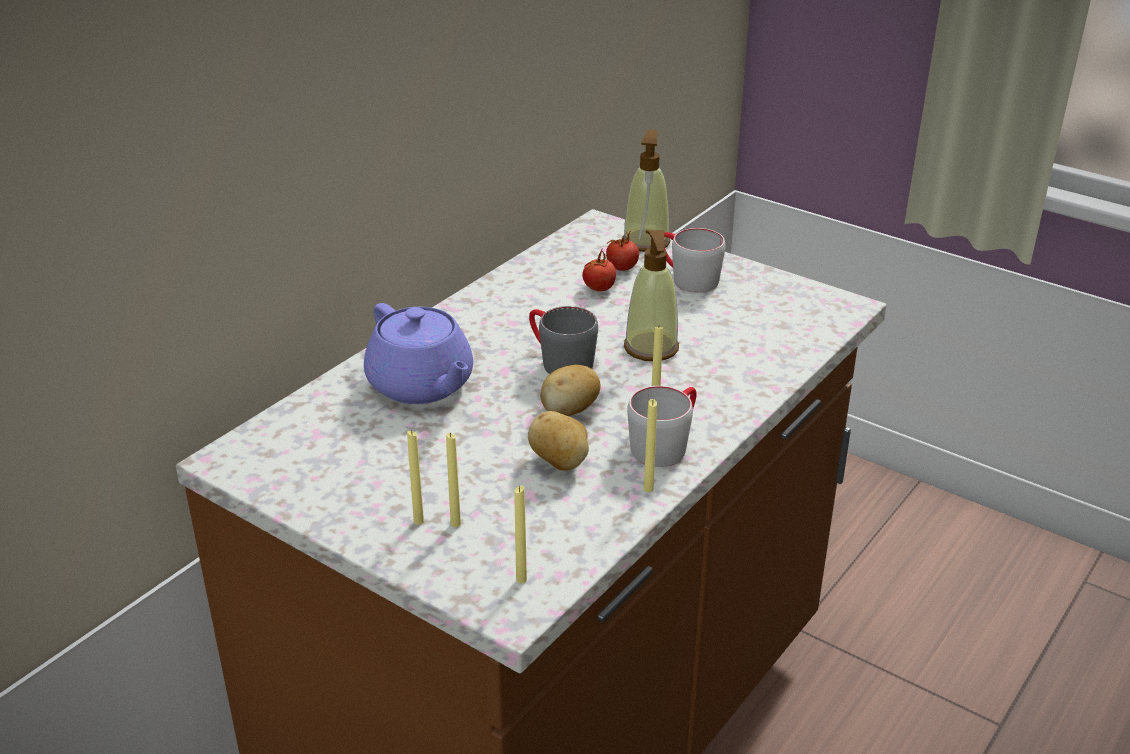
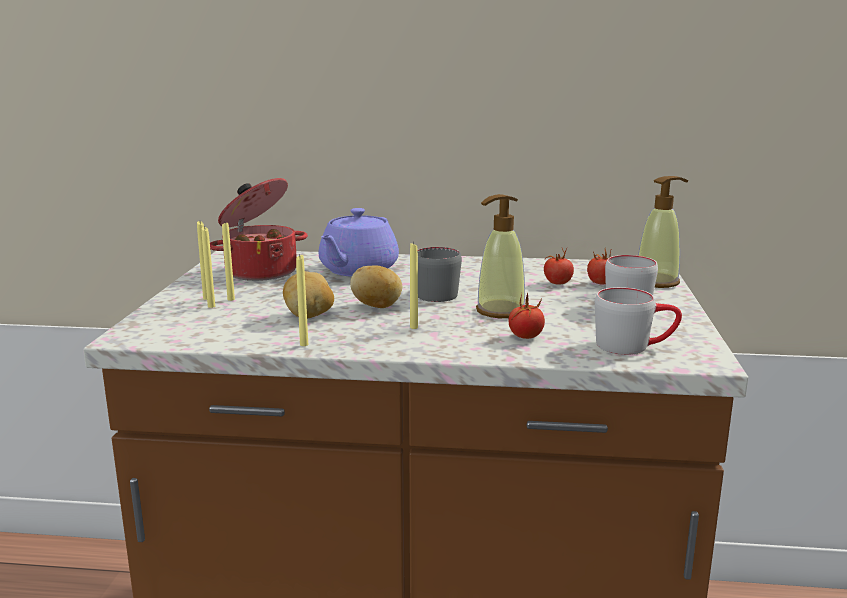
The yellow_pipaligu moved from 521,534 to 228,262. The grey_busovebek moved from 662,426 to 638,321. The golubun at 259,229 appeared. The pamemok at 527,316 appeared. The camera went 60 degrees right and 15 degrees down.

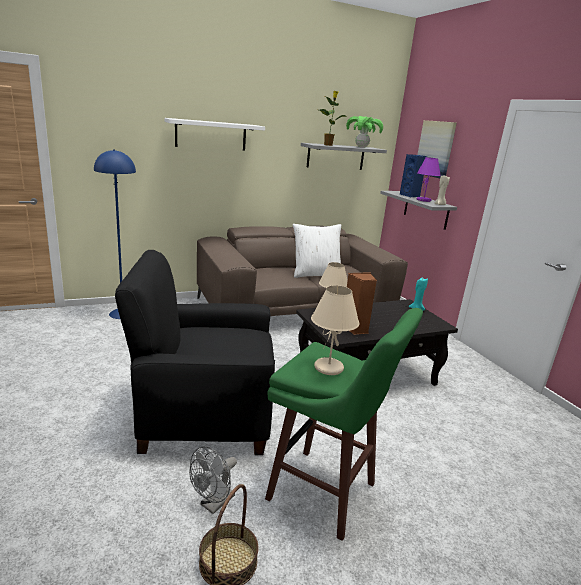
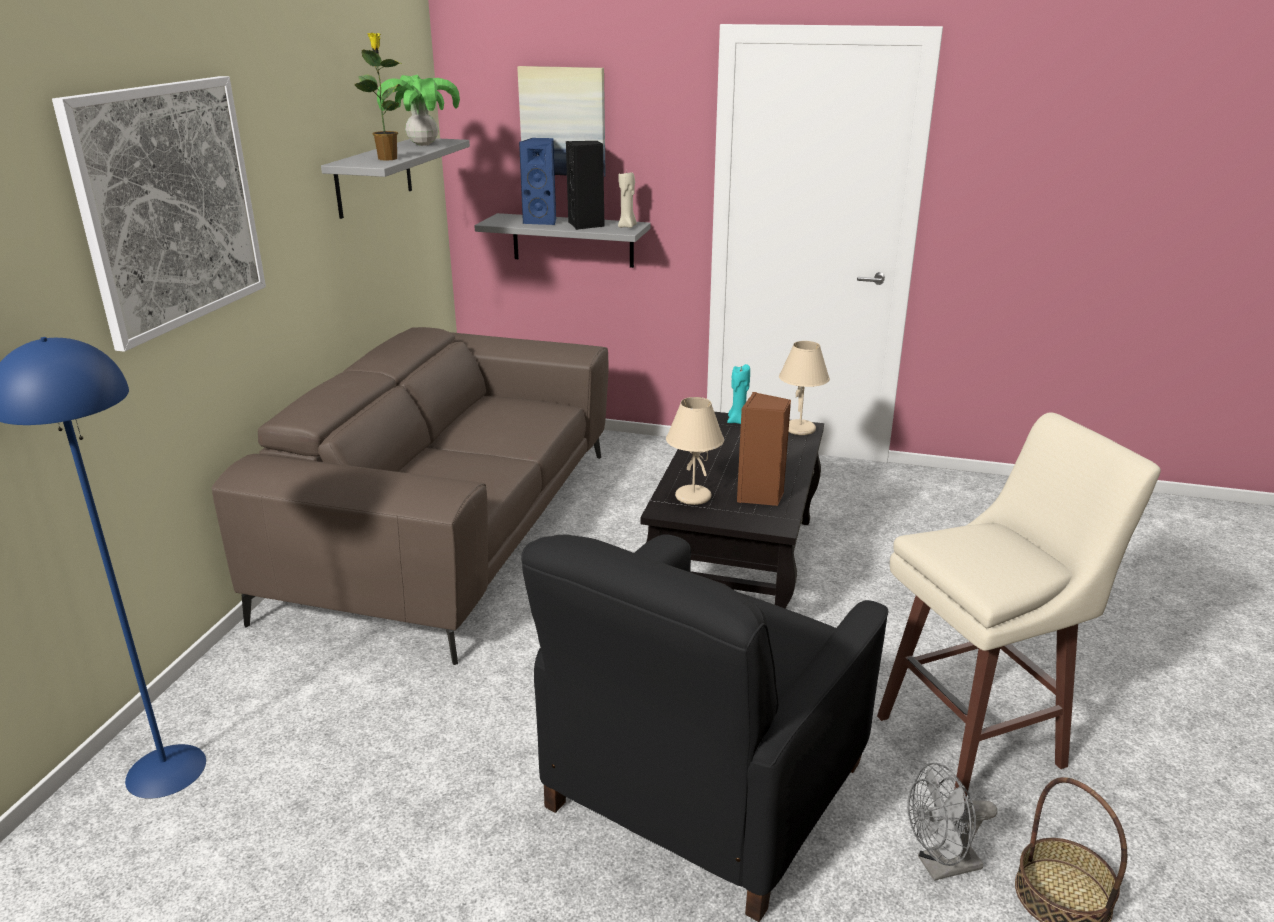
The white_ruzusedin at 215,134 was replaced by the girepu at 159,214. The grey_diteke at 213,480 turned 90 degrees clockwise. The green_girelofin at 344,424 became the beige_girelofin at 1019,606. The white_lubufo at 317,251 disappeared. The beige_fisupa moved from 335,330 to 804,388. The purple_fisupa at 429,179 was replaced by the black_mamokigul at 585,185. The camera went 50 degrees left and 5 degrees up.

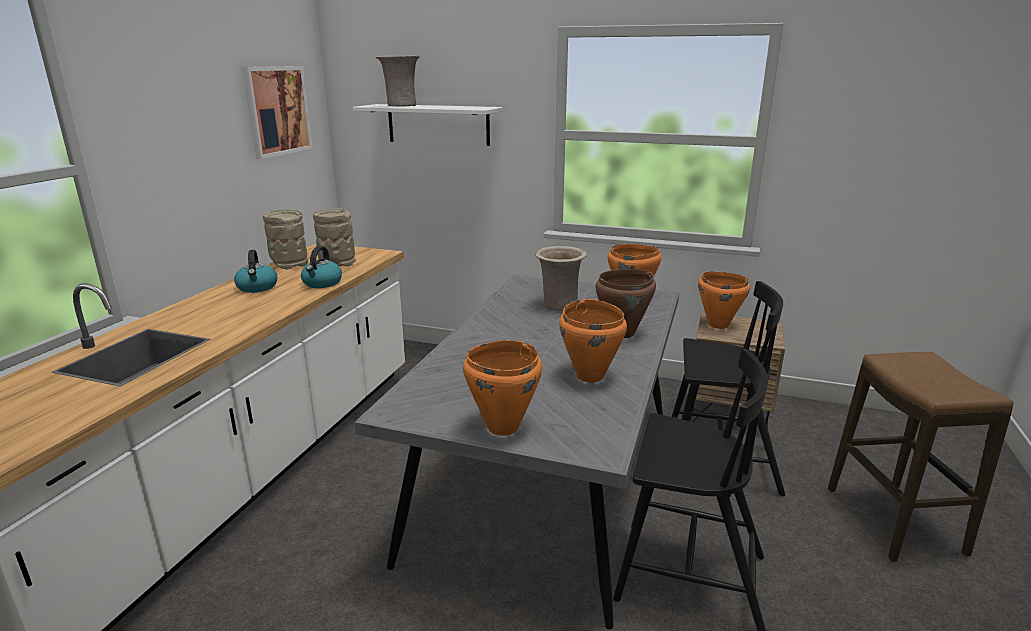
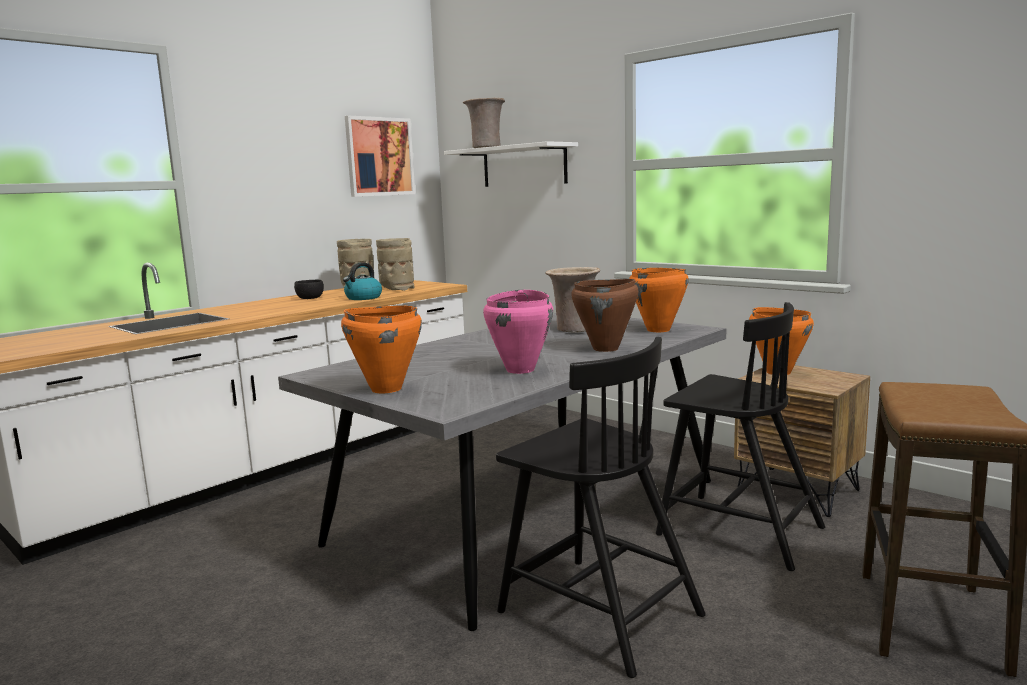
The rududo at 256,271 was replaced by the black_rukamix at 309,289. The orange_golubun at 593,341 became the pink_golubun at 518,332. The camera went 25 degrees right and 10 degrees down.

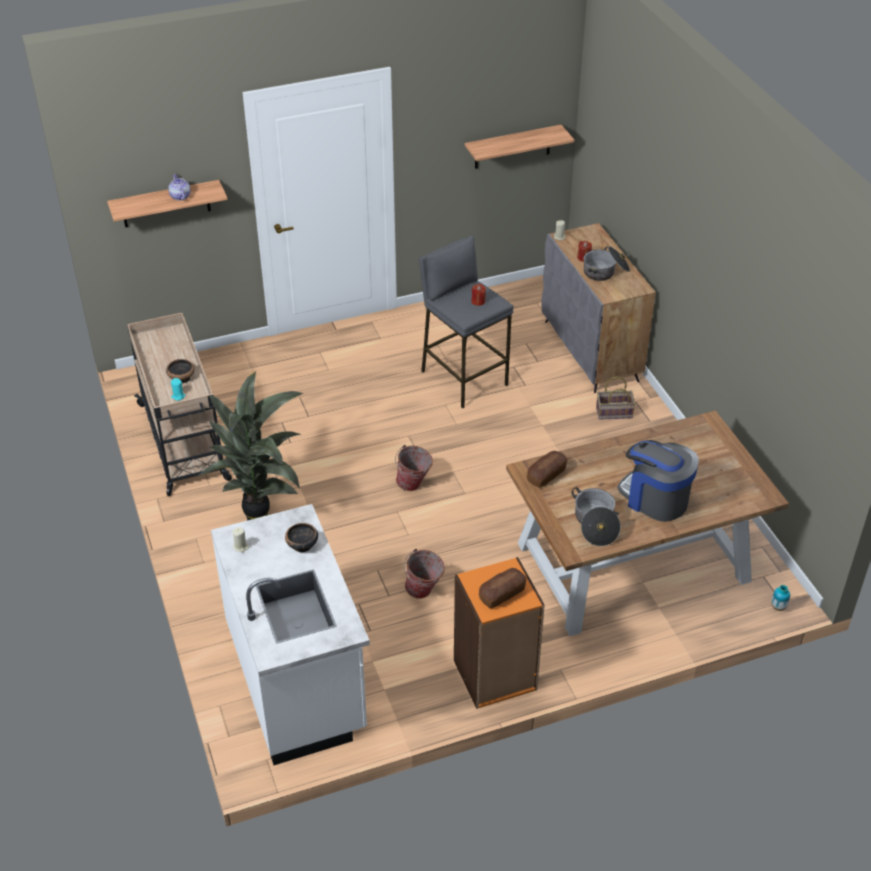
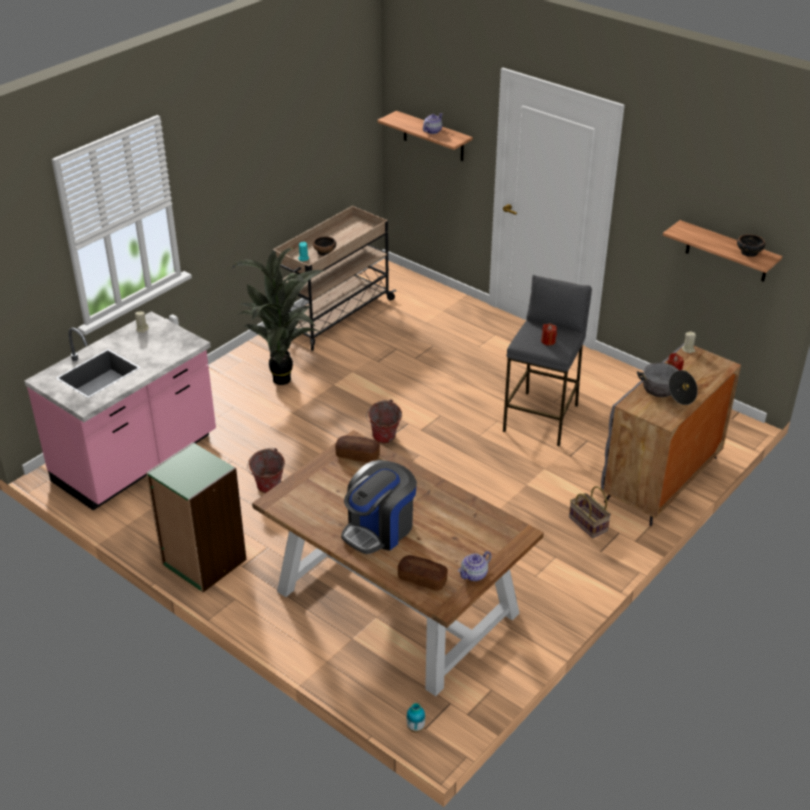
The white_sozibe at 290,634 became the pink_sozibe at 120,411. The rukamix moved from 301,537 to 751,245. The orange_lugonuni at 499,633 became the green_lugonuni at 196,517. The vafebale moved from 502,588 to 423,573. The golubun at 596,516 disappeared. The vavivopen at 658,481 turned 150 degrees counterclockwise. The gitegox at 474,566 appeared. The camera went 60 degrees right and 5 degrees down.

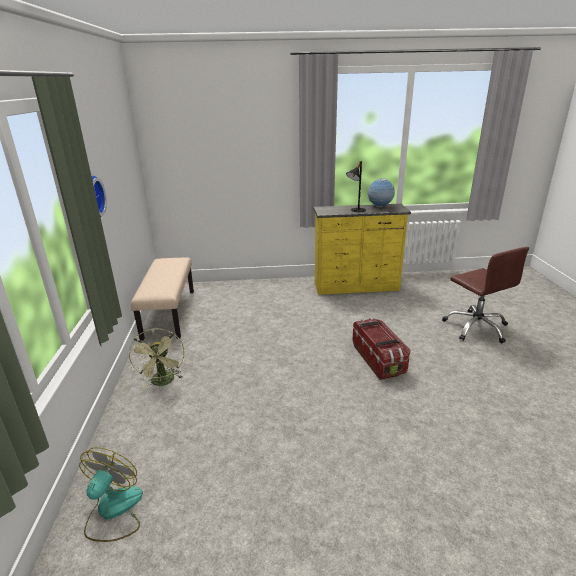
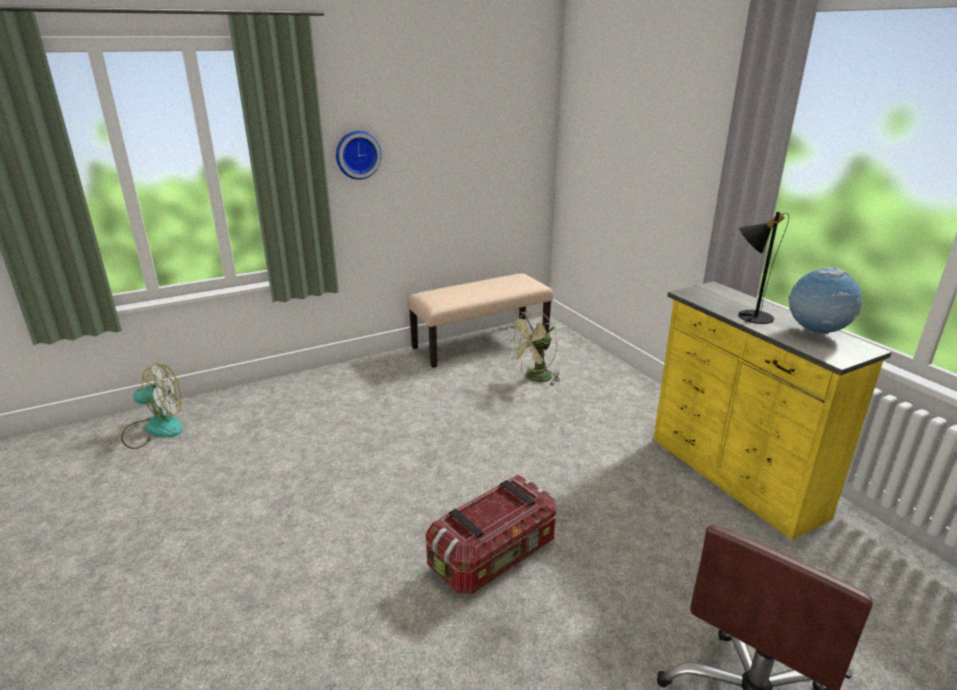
The green_diteke moved from 156,358 to 533,347. The camera went 65 degrees right and 0 degrees up.

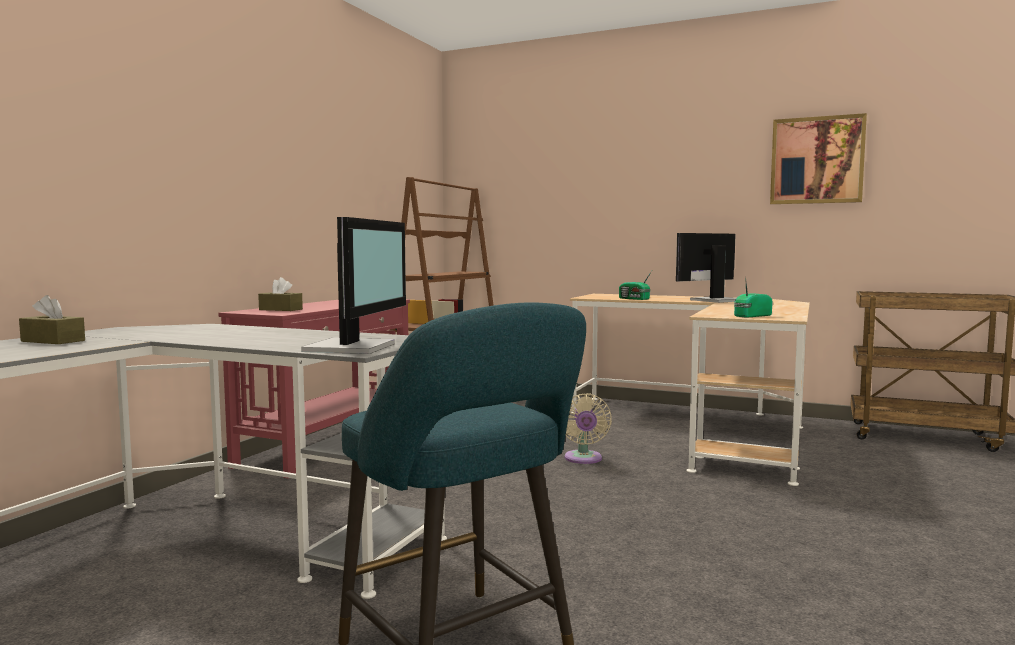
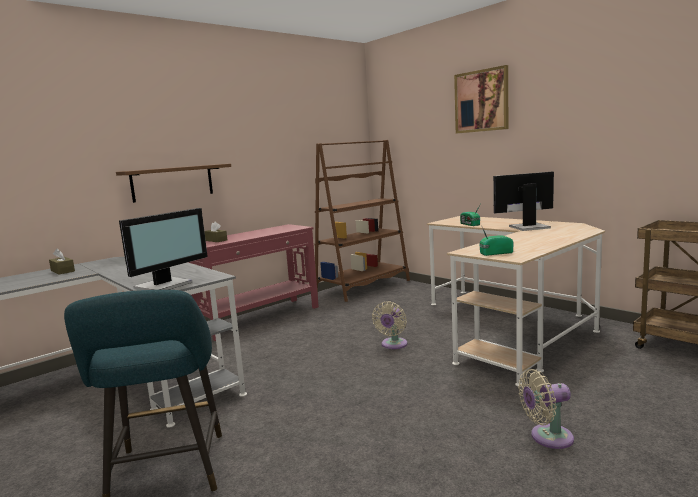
The girepu moved from 818,158 to 481,99. The brown_ruzusedin at 173,183 appeared. The beige_diteke at 546,409 appeared. The camera went 25 degrees right and 5 degrees up.

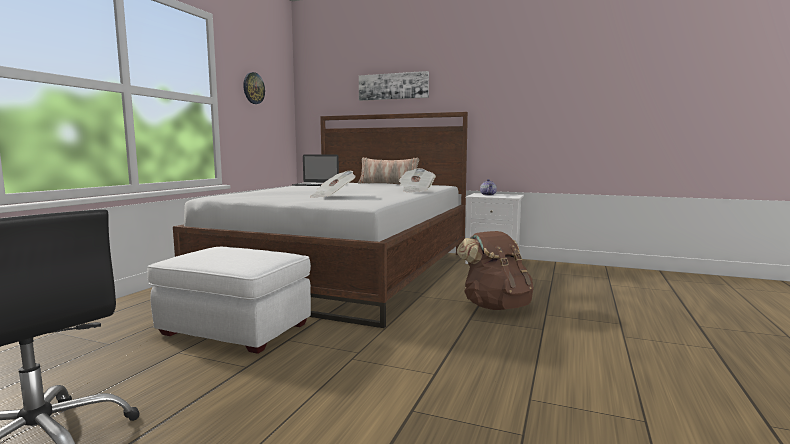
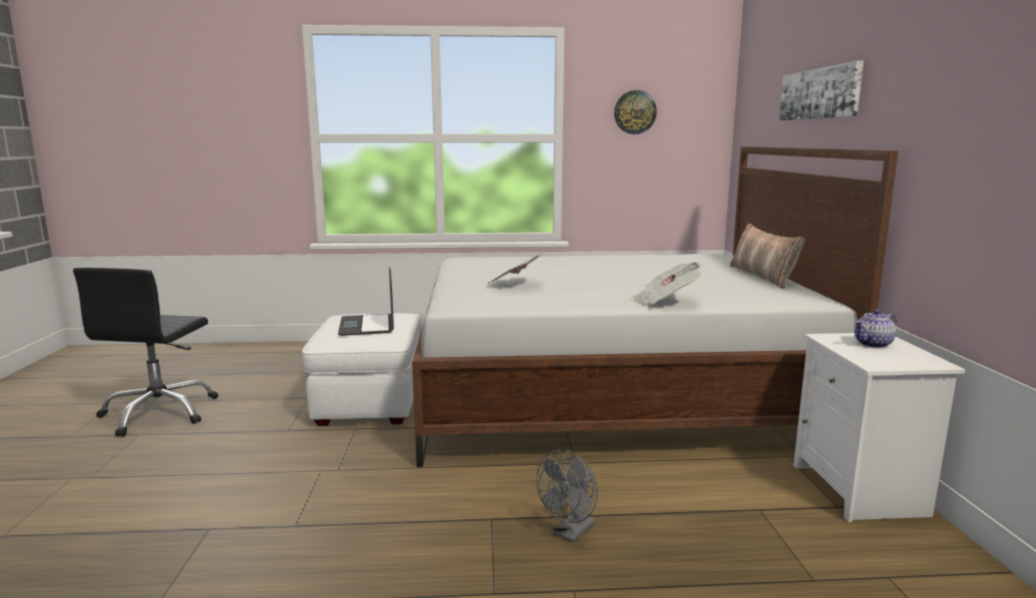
The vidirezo moved from 315,170 to 366,302. The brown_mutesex at 495,270 was replaced by the grey_diteke at 567,495. The camera went 65 degrees right and 5 degrees up.

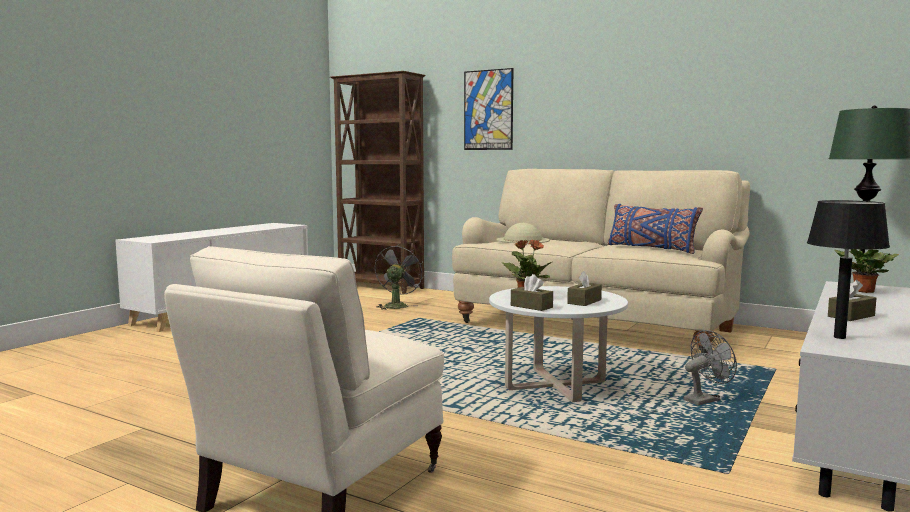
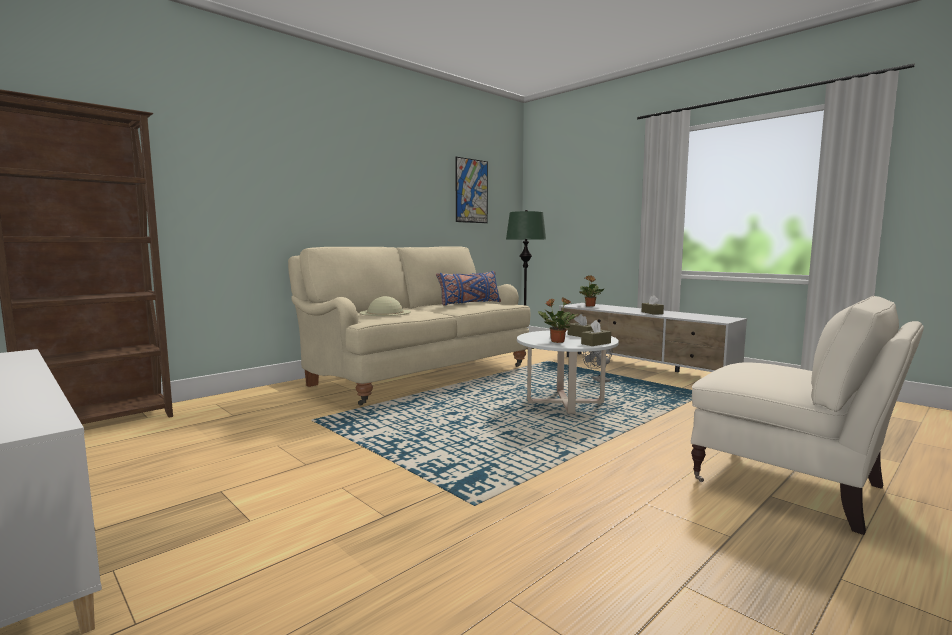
The grey_diteke at 399,277 disappeared. The girepu moved from 488,109 to 471,190. The black_fisupa at 848,269 disappeared. The camera went 75 degrees left and 0 degrees up.

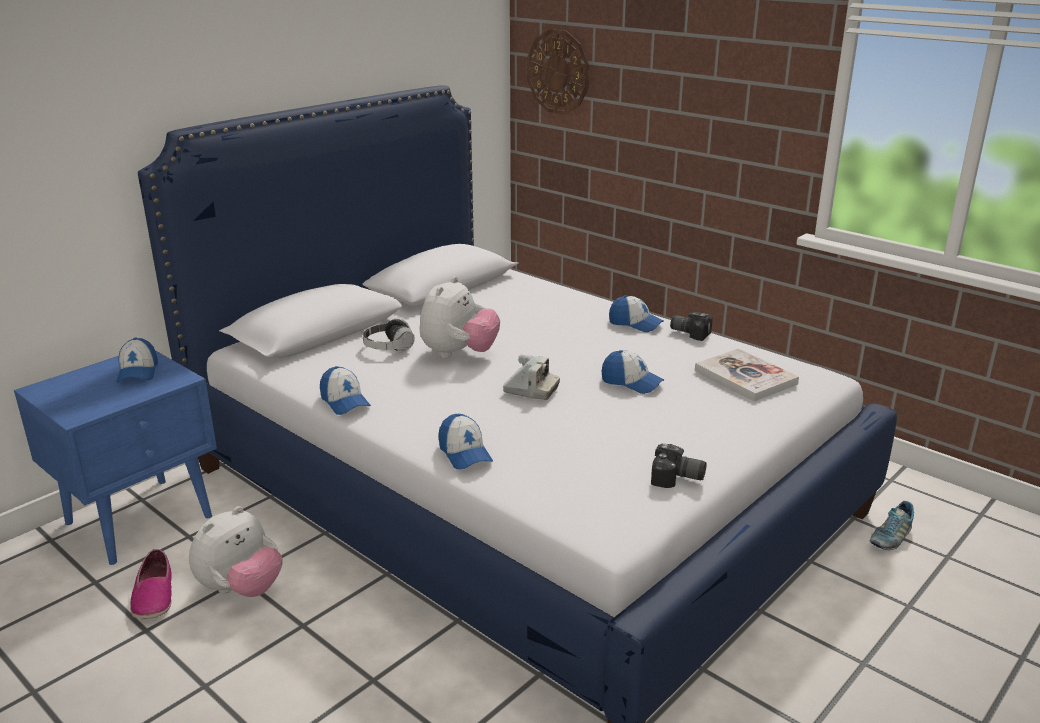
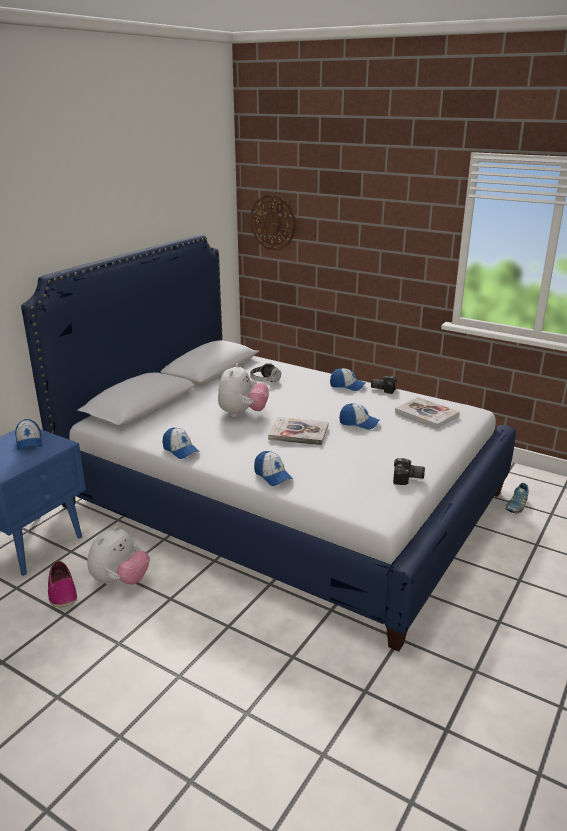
The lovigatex moved from 389,334 to 265,372. The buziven at 531,377 was replaced by the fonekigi at 298,431. The camera went 10 degrees left and 0 degrees up.

